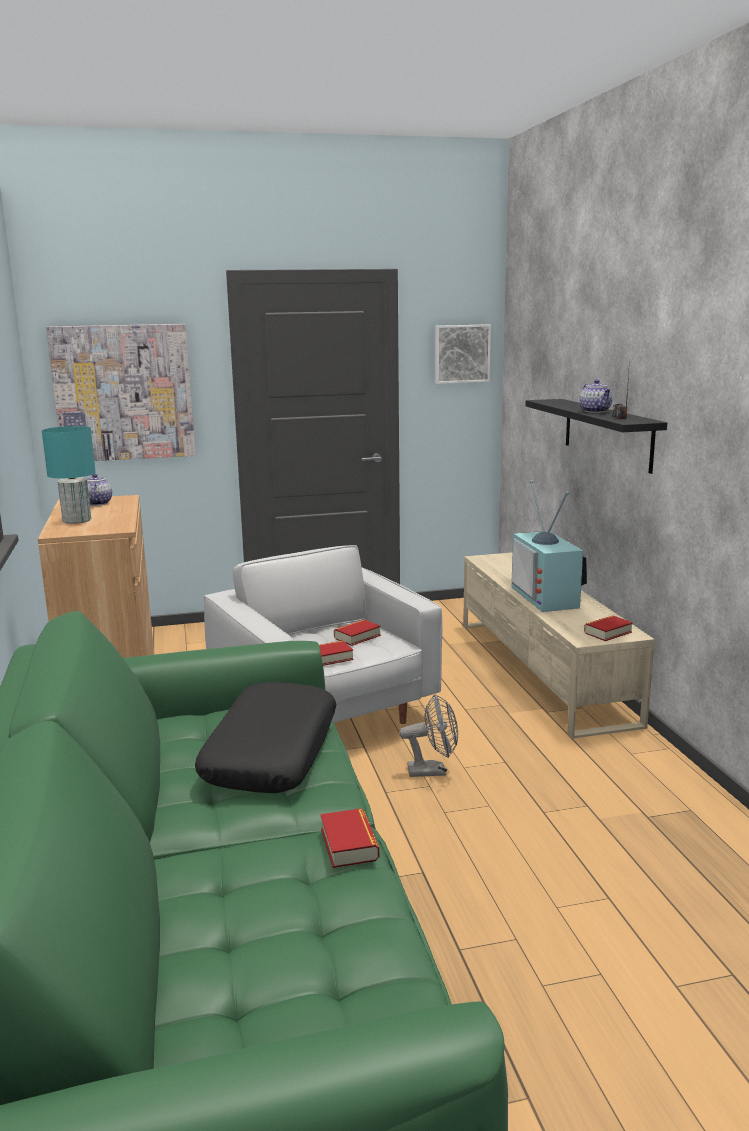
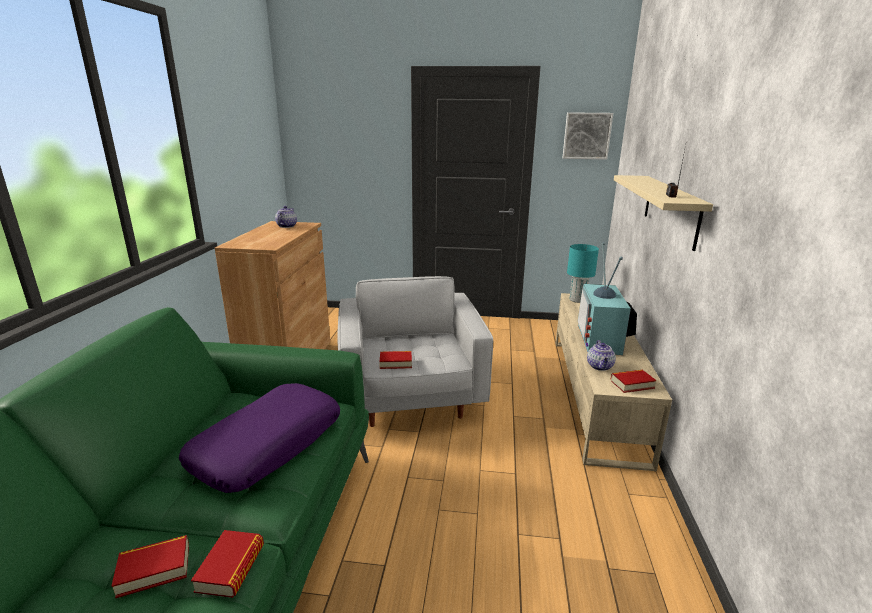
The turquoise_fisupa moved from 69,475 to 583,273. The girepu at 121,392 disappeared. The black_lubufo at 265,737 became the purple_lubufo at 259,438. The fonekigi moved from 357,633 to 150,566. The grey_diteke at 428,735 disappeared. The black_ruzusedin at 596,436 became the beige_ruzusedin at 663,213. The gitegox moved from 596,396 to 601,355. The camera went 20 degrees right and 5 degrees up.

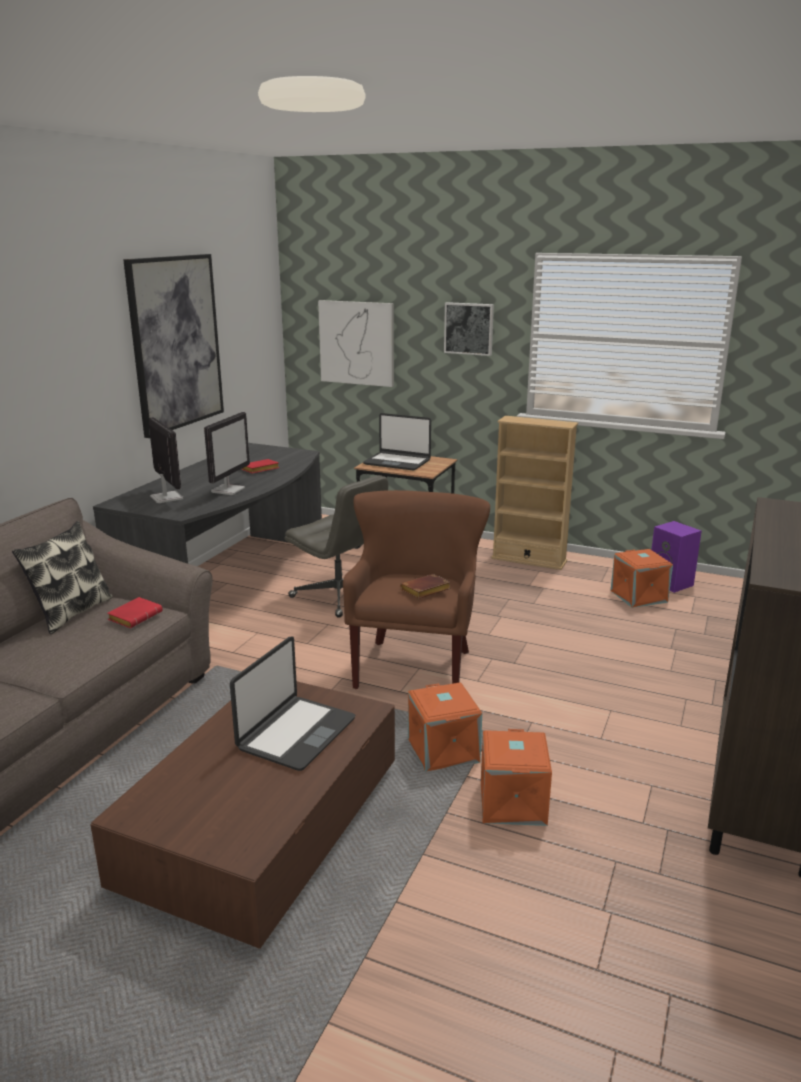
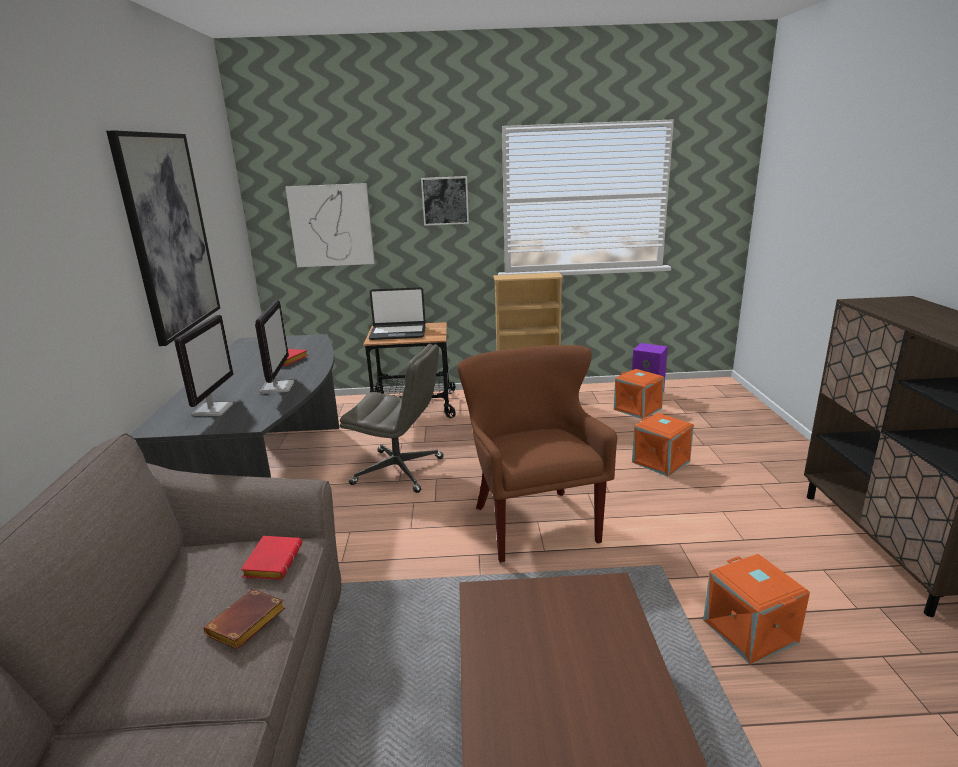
The lubufo at 62,577 disappeared. The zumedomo at 166,460 turned 60 degrees clockwise. The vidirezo at 292,703 disappeared. The brown_fonekigi moved from 425,586 to 244,619. The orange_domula moved from 445,727 to 663,445. The camera went 25 degrees left and 0 degrees up.

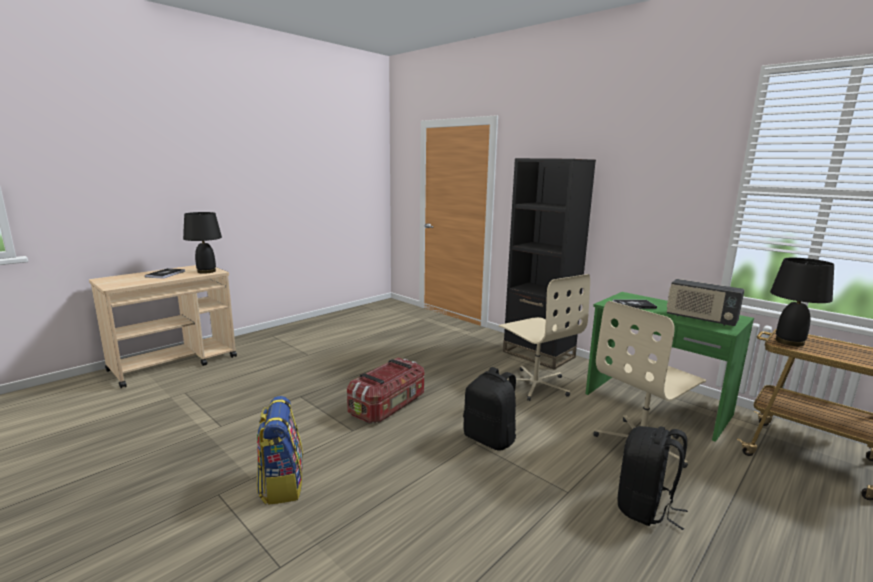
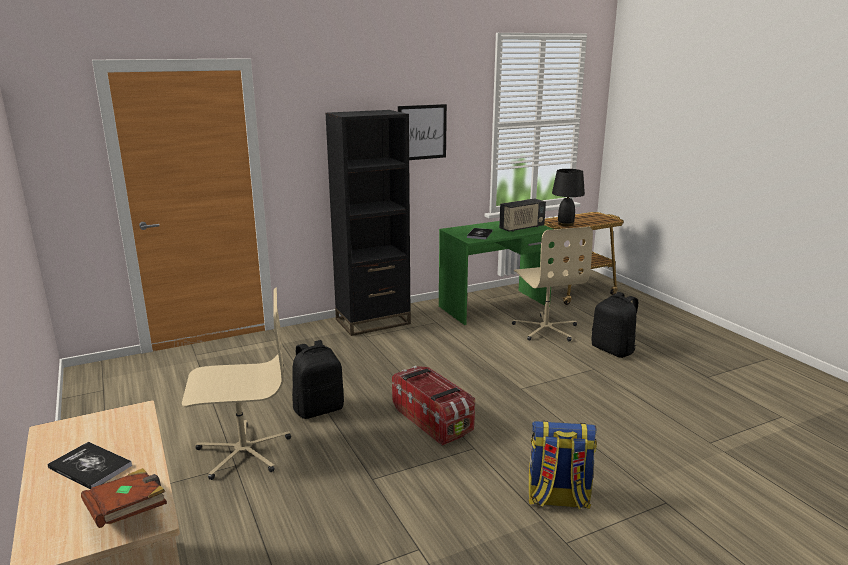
The black_fisupa at 202,243 disappeared. The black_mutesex moved from 489,409 to 318,379. The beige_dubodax moved from 544,337 to 236,384. The brown_fonekigi at 124,498 appeared. The girepu at 422,132 appeared. The camera went 70 degrees left and 5 degrees up.

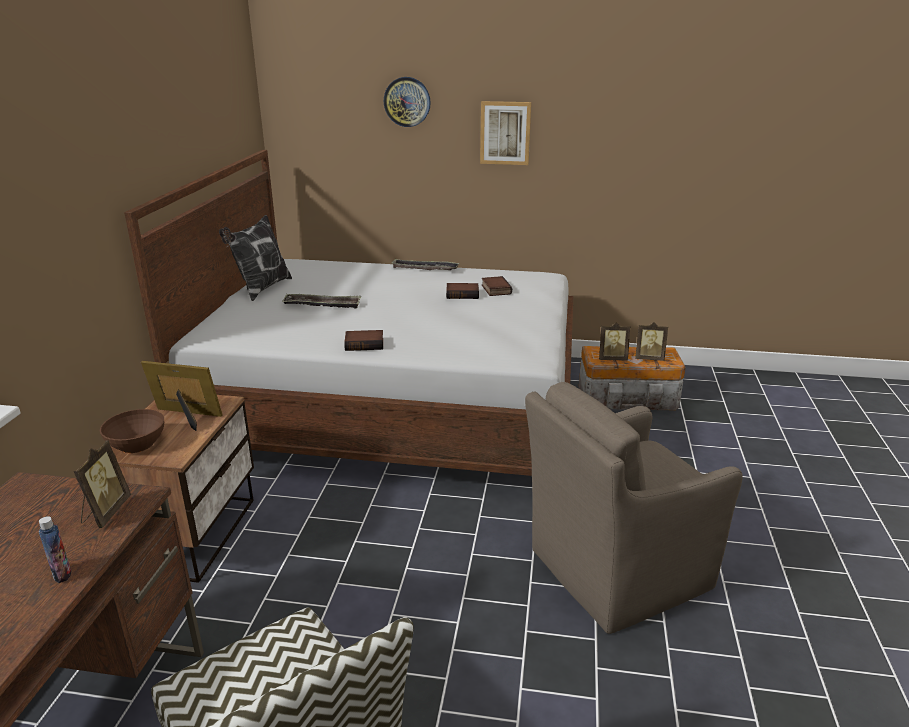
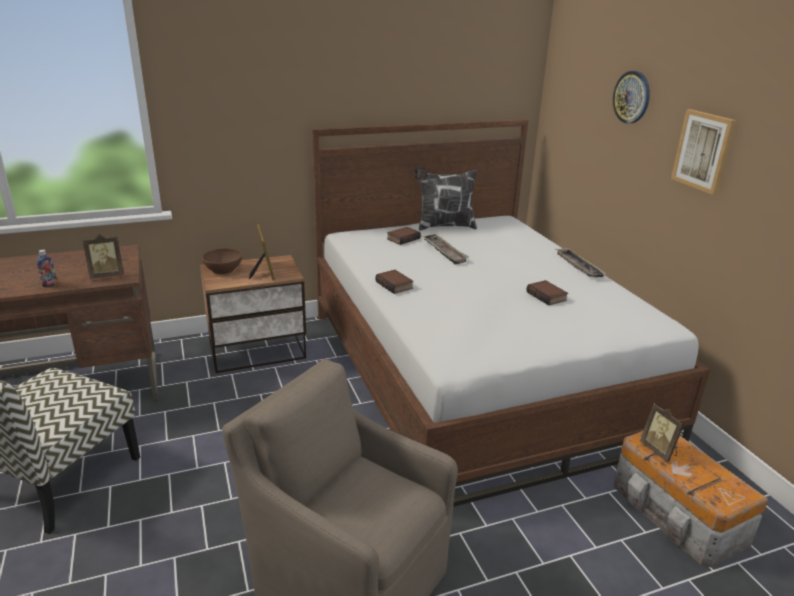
The fonekigi moved from 497,286 to 404,236. The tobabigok at 651,341 disappeared. The camera went 60 degrees right and 0 degrees up.

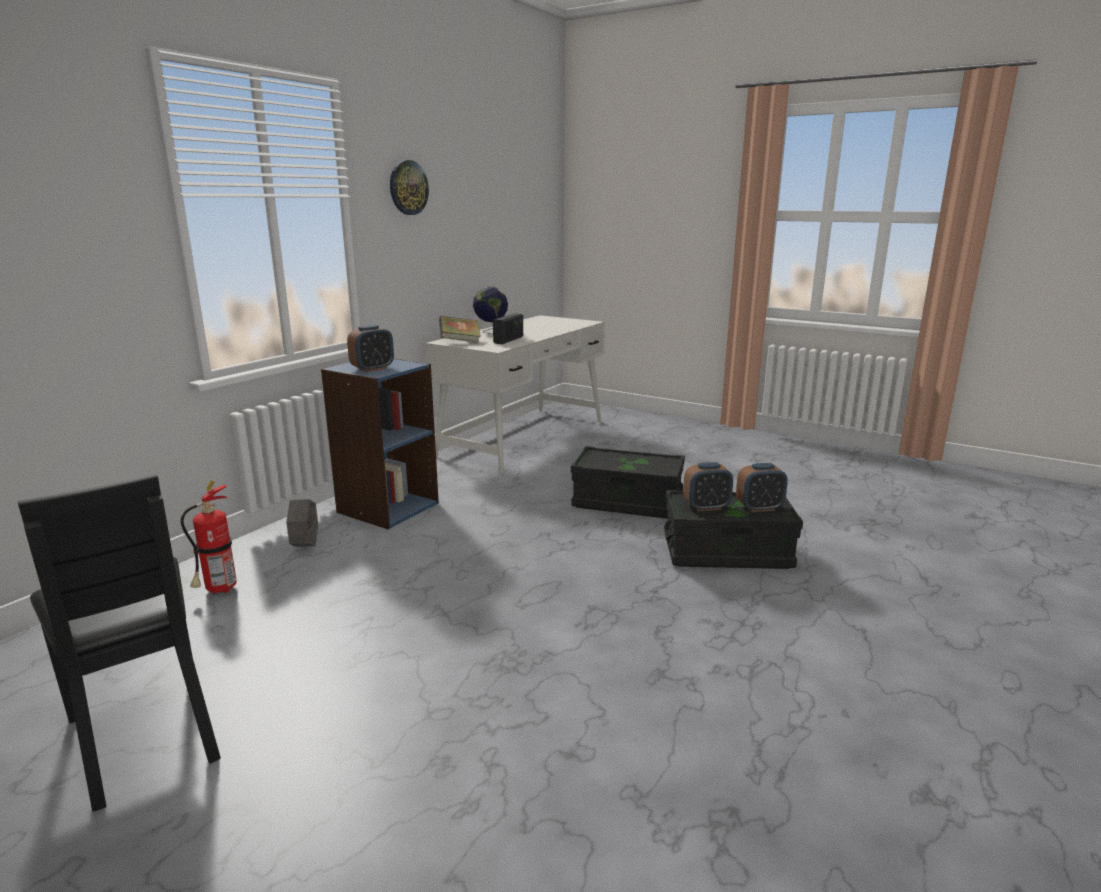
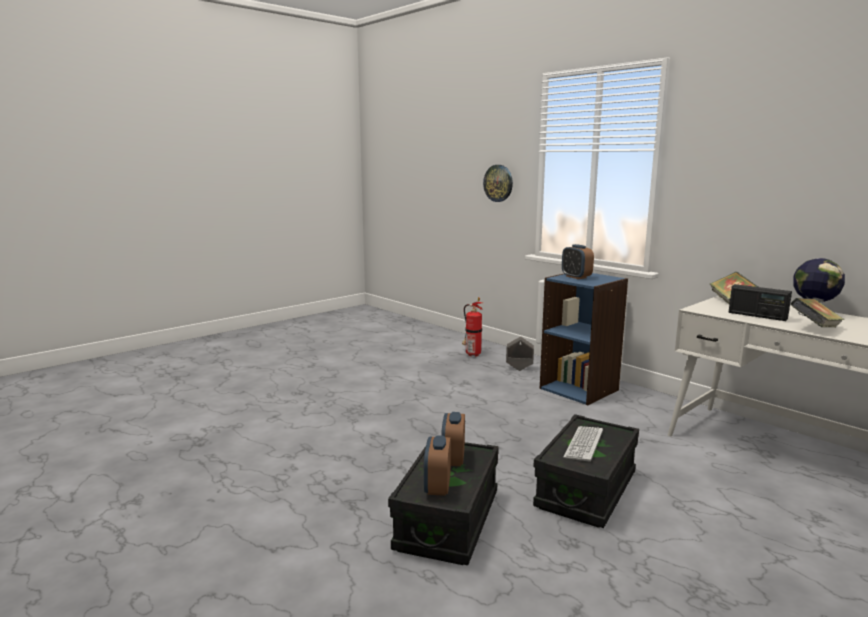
The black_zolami at 119,643 disappeared. The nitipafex moved from 409,187 to 498,183. The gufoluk at 583,444 appeared. The fonekigi at 817,312 appeared. The camera went 105 degrees right and 5 degrees down.

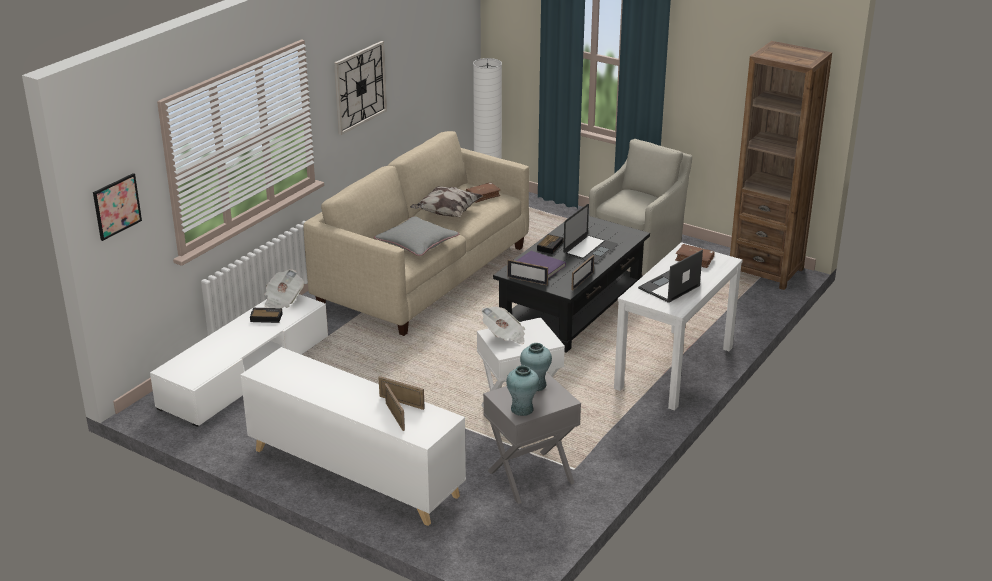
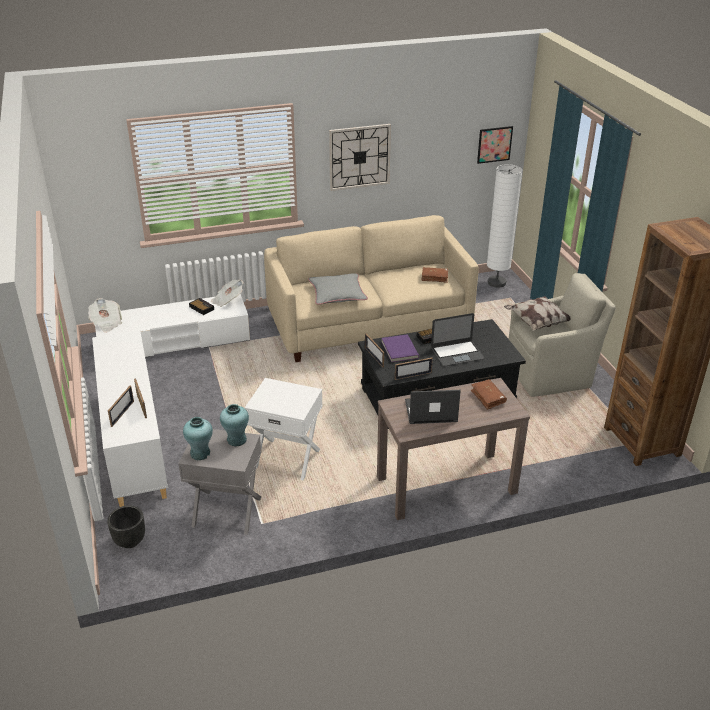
The girepu moved from 117,207 to 495,145. The lubufo moved from 446,201 to 537,313. The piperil moved from 503,325 to 105,315. The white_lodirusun at 678,326 became the brown_lodirusun at 453,449. The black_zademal at 126,526 appeared. The camera went 40 degrees right and 5 degrees up.

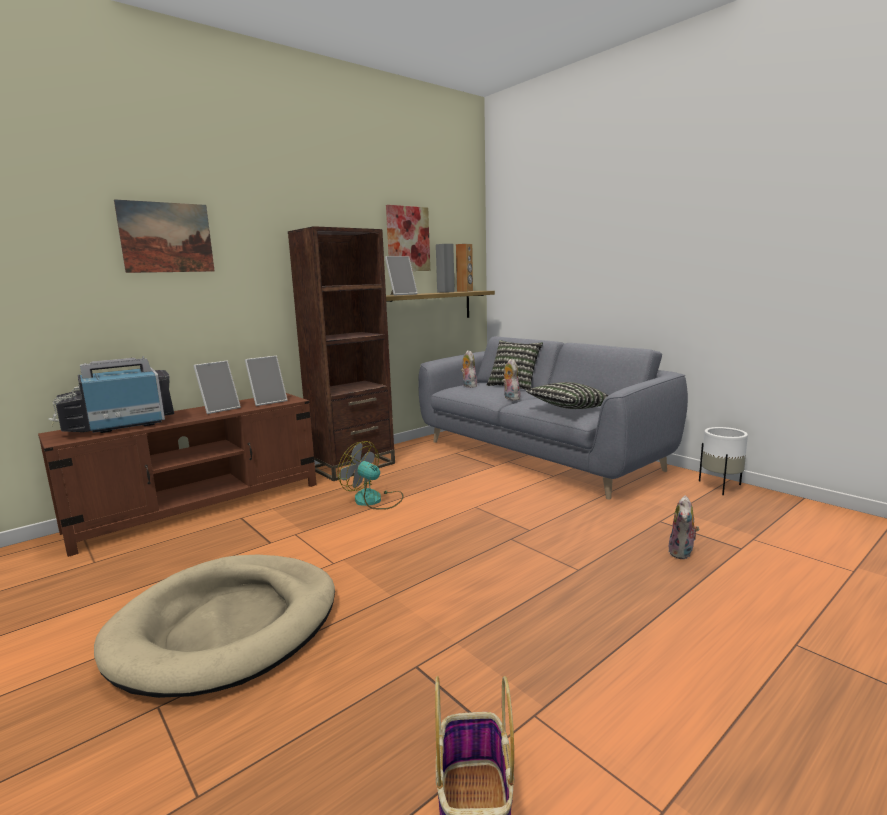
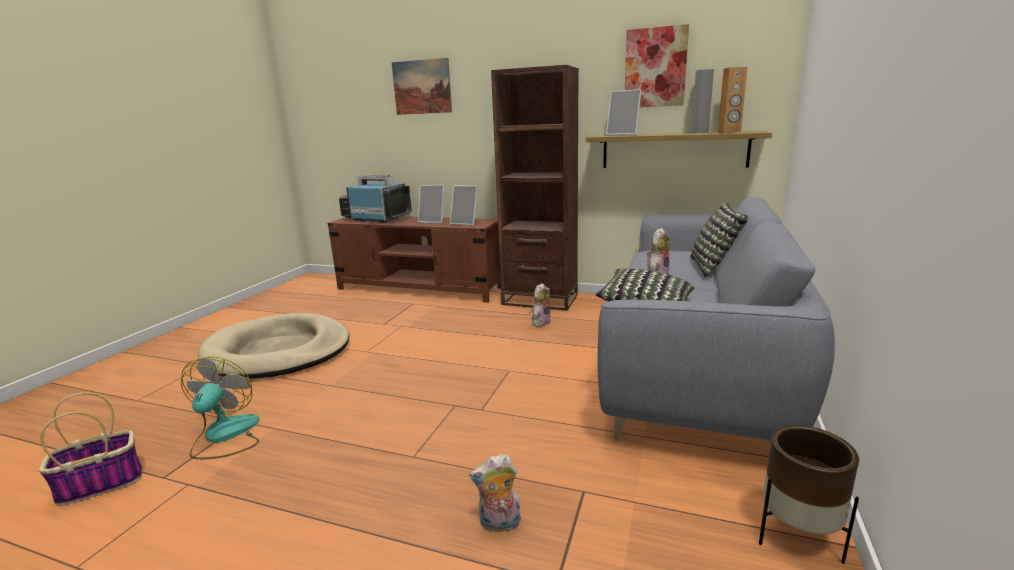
The diteke moved from 370,475 to 220,408. The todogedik moved from 469,369 to 541,305. The white_zademal at 723,461 became the brown_zademal at 809,494. The camera went 60 degrees right and 5 degrees up.

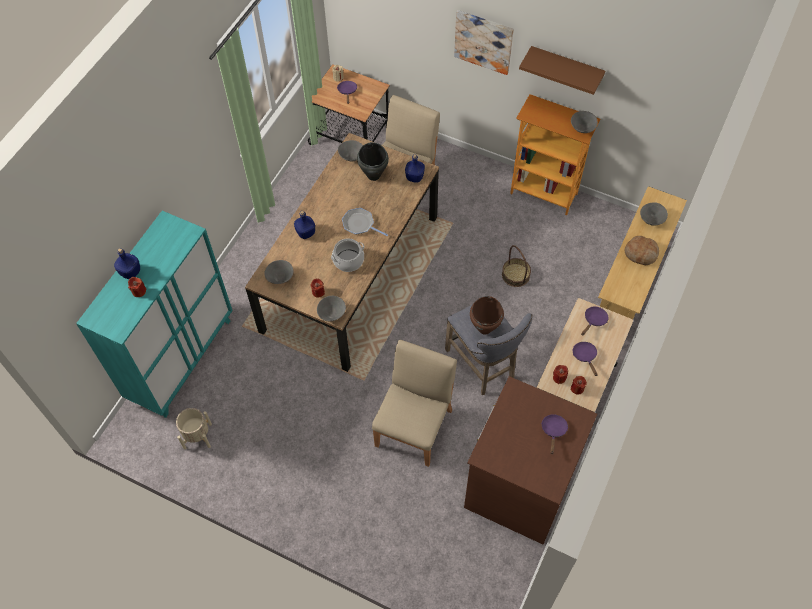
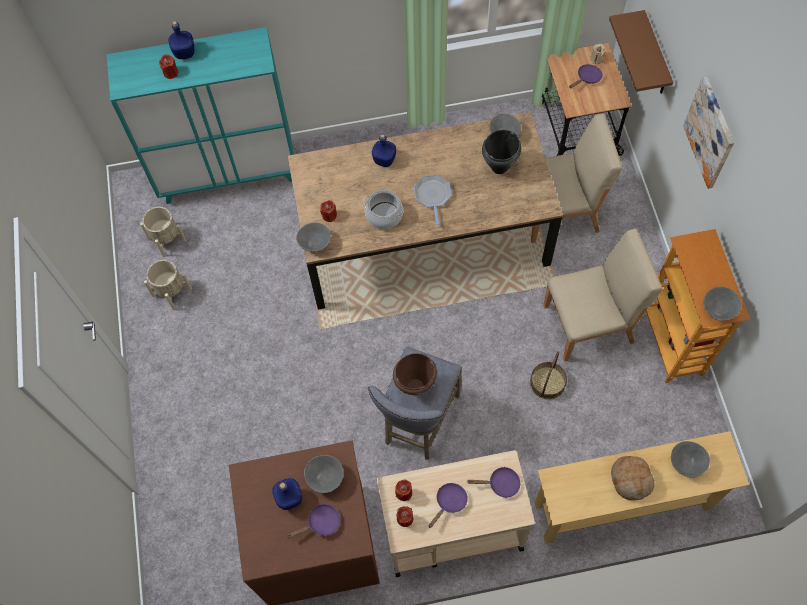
The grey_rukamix moved from 279,272 to 324,474. The beige_zolami moved from 414,403 to 602,295. The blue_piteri moved from 415,168 to 287,494. The brown_ruzusedin moved from 562,70 to 641,52. The beige_zademal at 168,285 appeared. The camera went 55 degrees right and 5 degrees up.

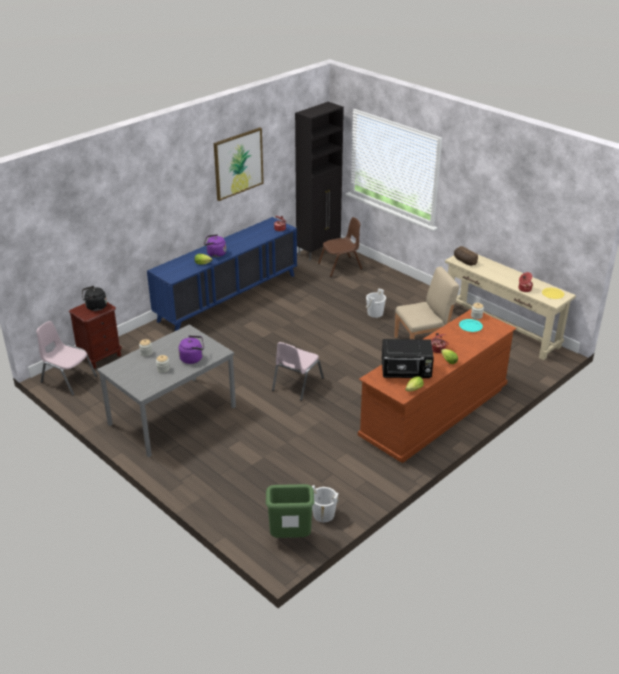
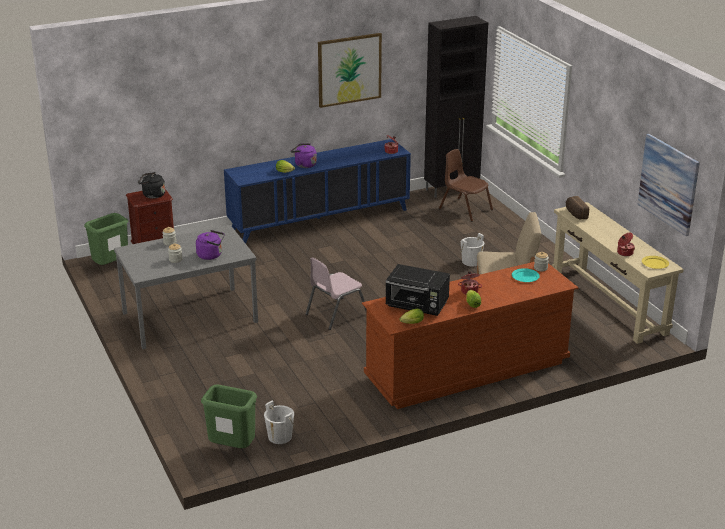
The pink_zolami at 66,358 was replaced by the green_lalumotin at 106,239. The brown_zolami at 340,247 turned 135 degrees counterclockwise. The girepu at 669,185 appeared. The camera went 20 degrees right and 5 degrees down.

